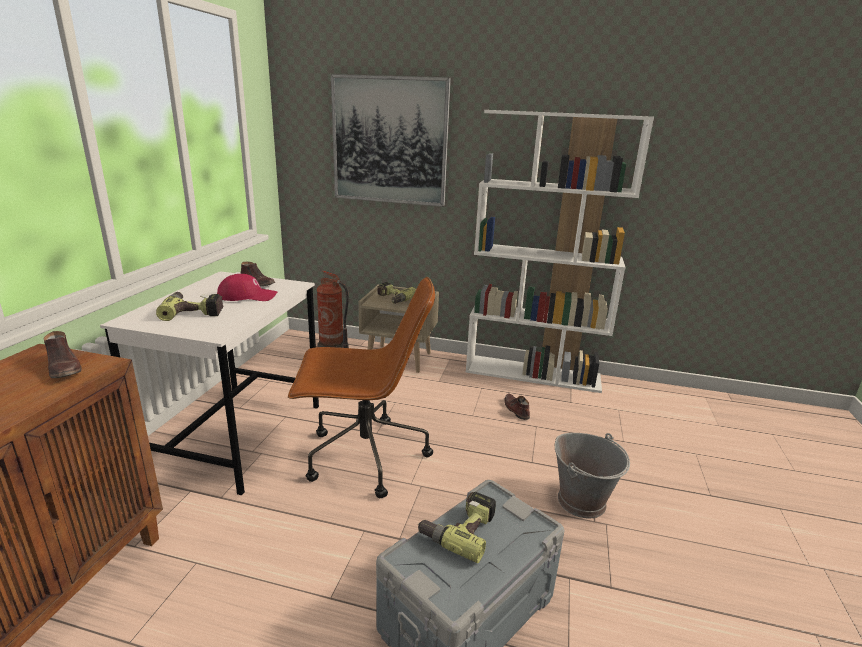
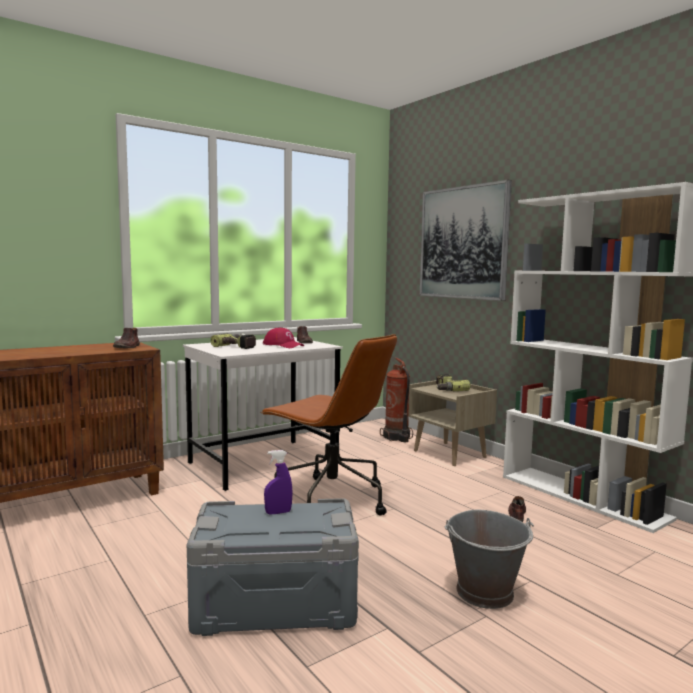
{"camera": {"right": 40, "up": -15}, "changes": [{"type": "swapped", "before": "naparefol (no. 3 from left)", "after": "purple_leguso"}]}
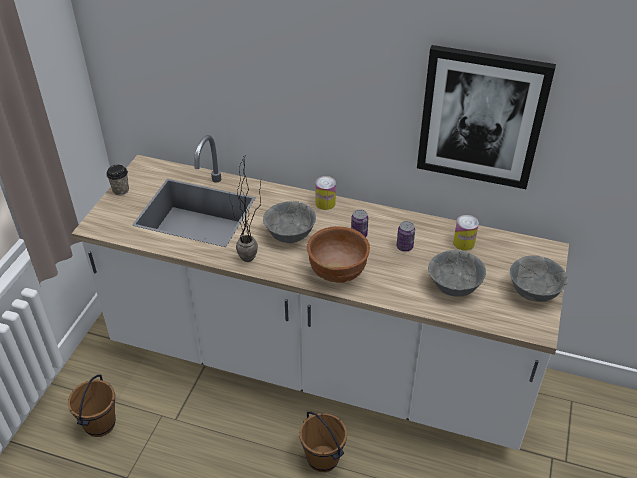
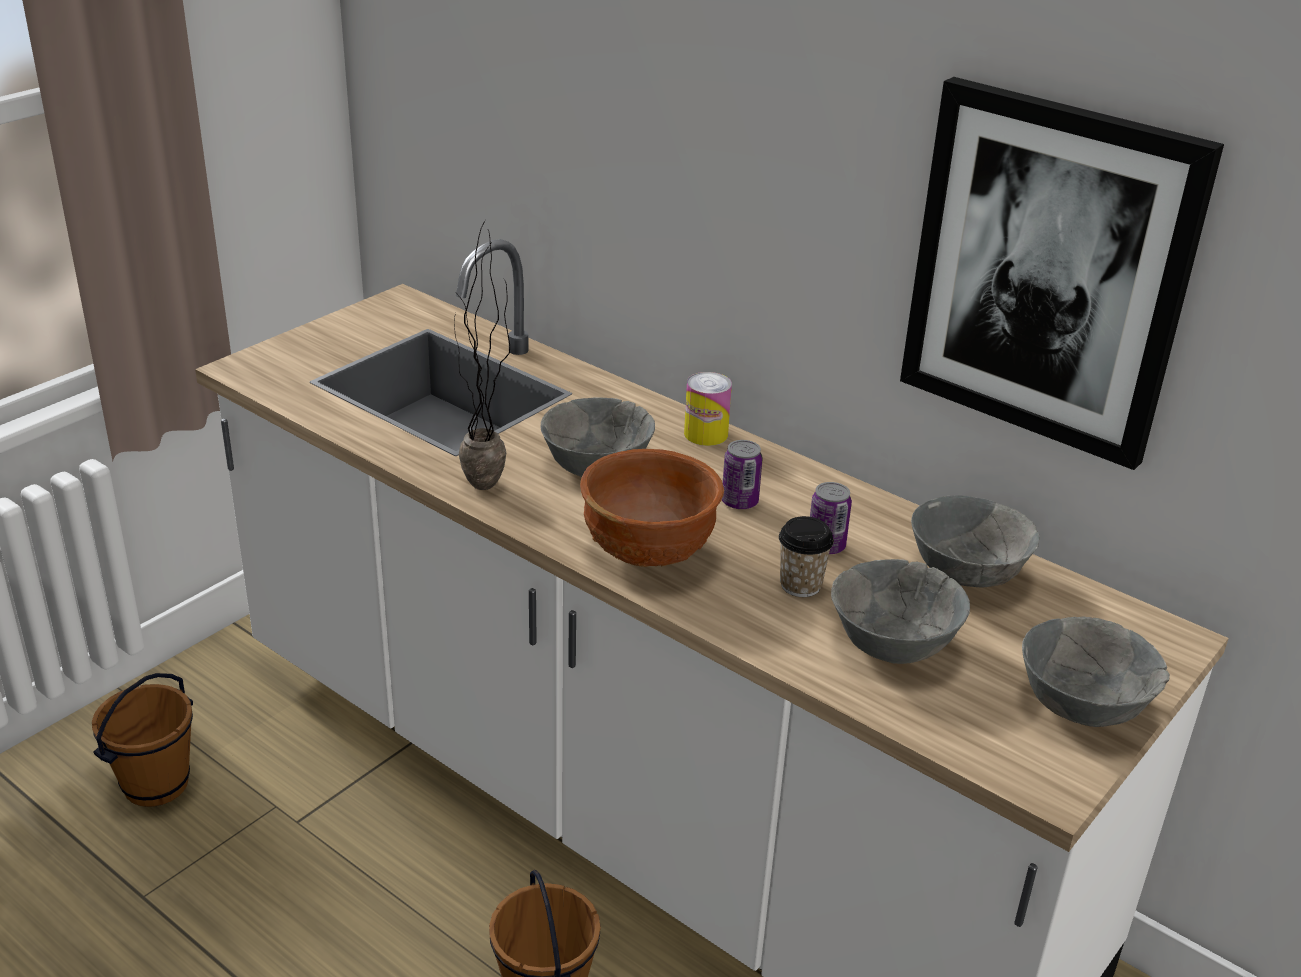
{"camera": {"right": 20, "up": -10}, "changes": [{"type": "shifted", "before": "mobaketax"}, {"type": "swapped", "before": "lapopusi (no. 4 from left)", "after": "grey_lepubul (no. 3 from left)"}]}
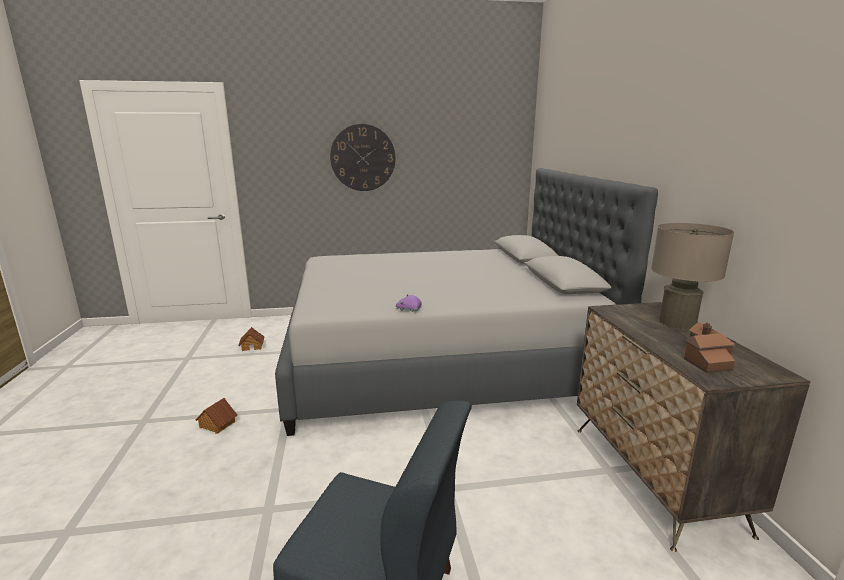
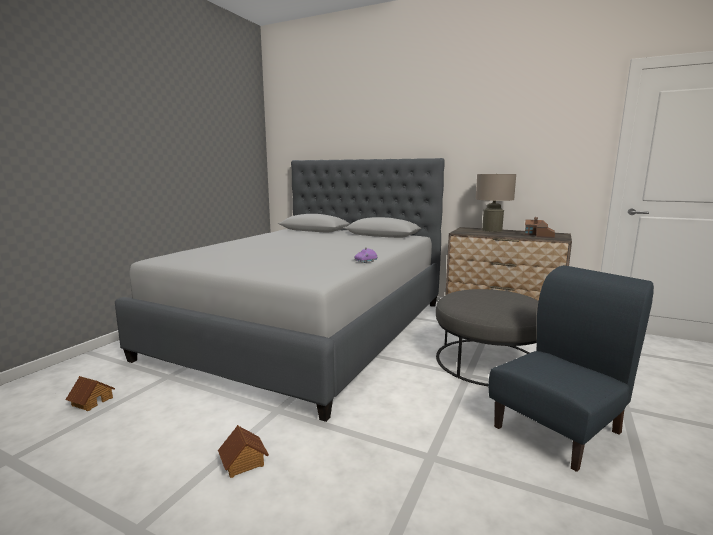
{"camera": {"right": -55, "up": -5}, "changes": [{"type": "new", "after": "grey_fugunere"}, {"type": "gone", "before": "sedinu"}]}
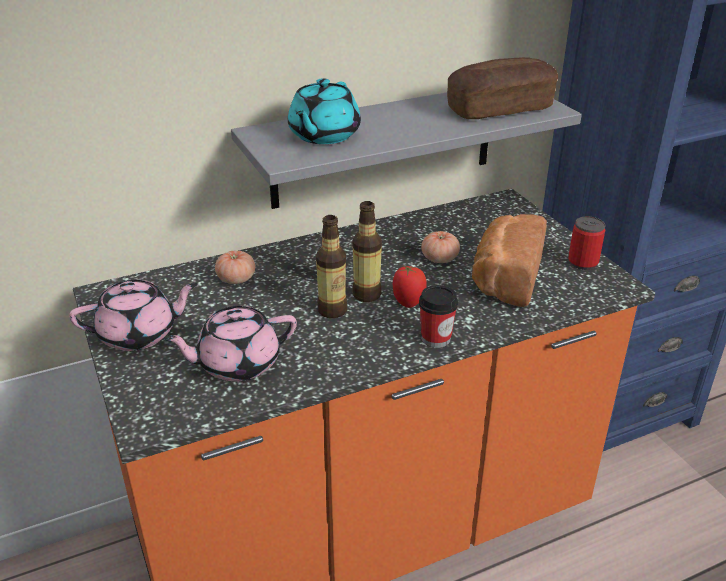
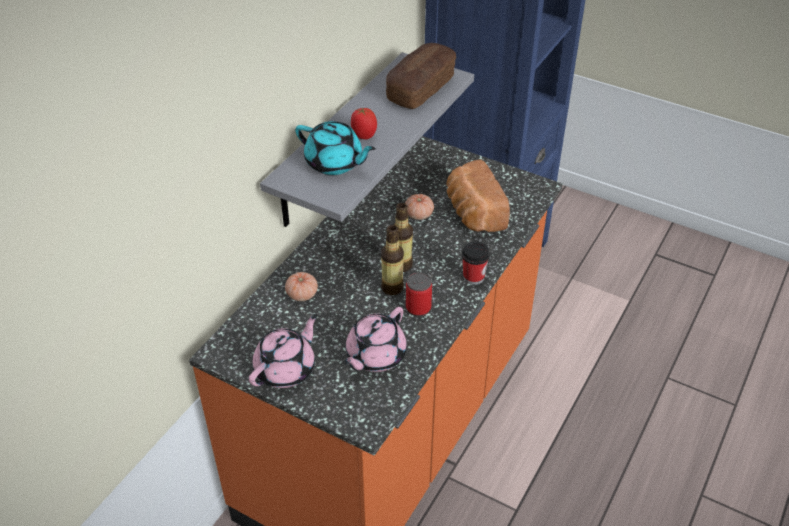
{"camera": {"right": -35, "up": 10}, "changes": [{"type": "rotated", "before": "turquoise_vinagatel", "turn": -45}, {"type": "shifted", "before": "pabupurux (no. 2 from left)"}, {"type": "shifted", "before": "lapopusi"}]}
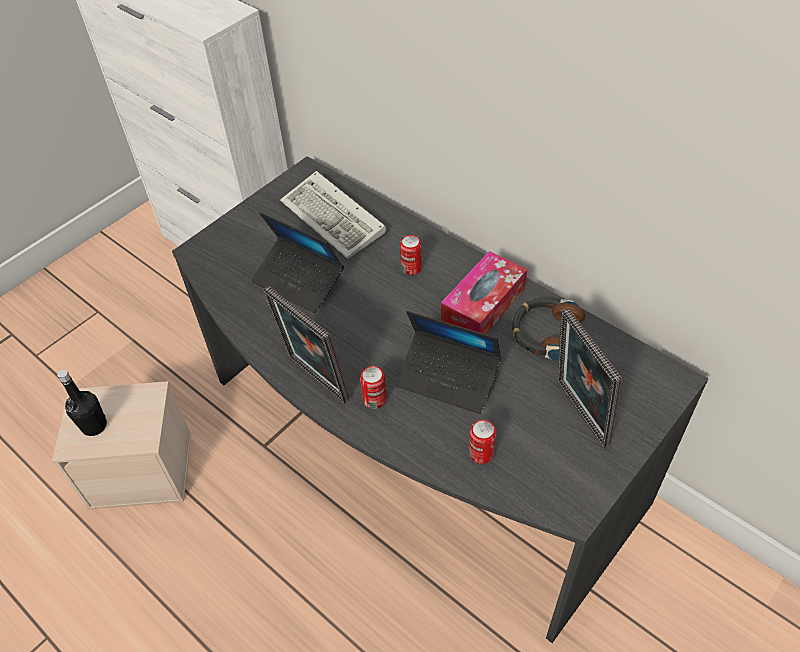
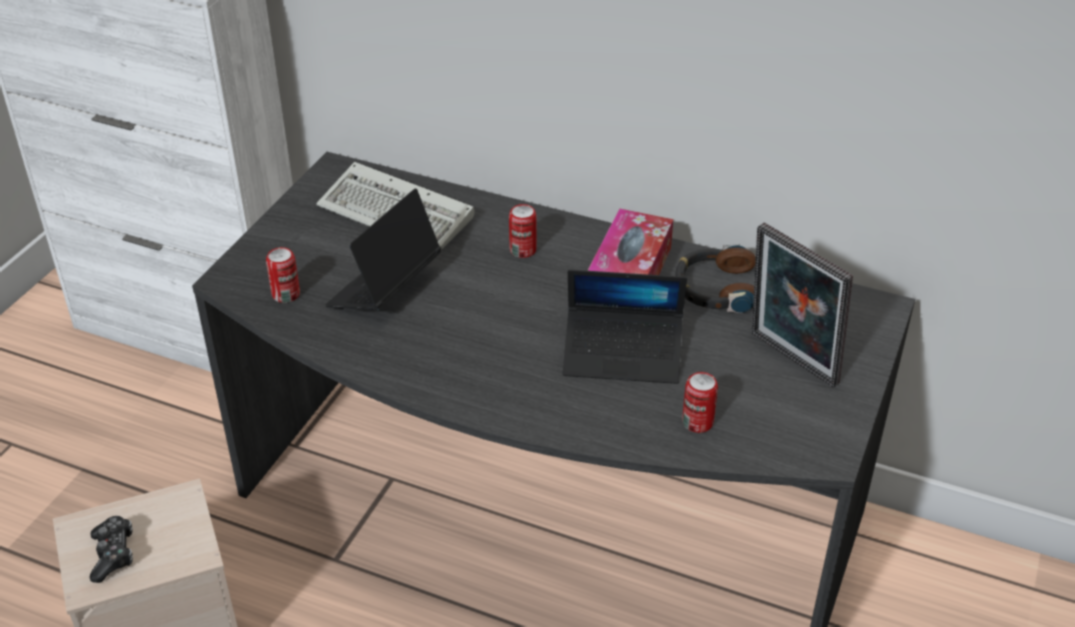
{"camera": {"right": -20, "up": -10}, "changes": [{"type": "swapped", "before": "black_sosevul", "after": "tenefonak"}, {"type": "shifted", "before": "lapopusi (no. 1 from left)"}, {"type": "rotated", "before": "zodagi (no. 1 from left)", "turn": 105}, {"type": "gone", "before": "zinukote (no. 1 from left)"}]}
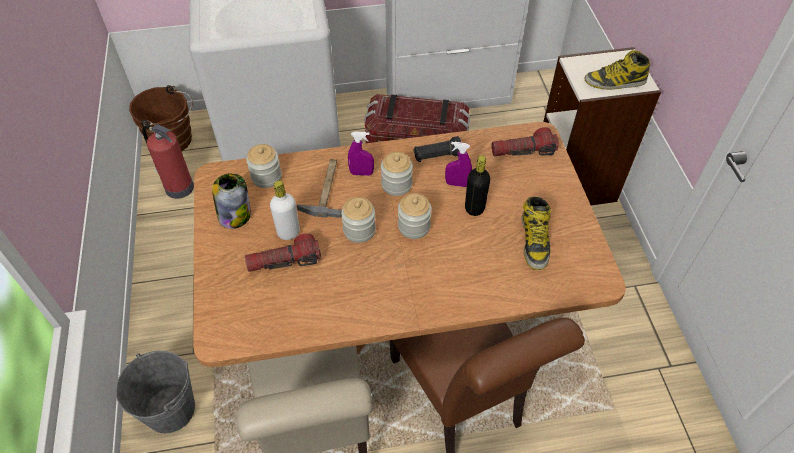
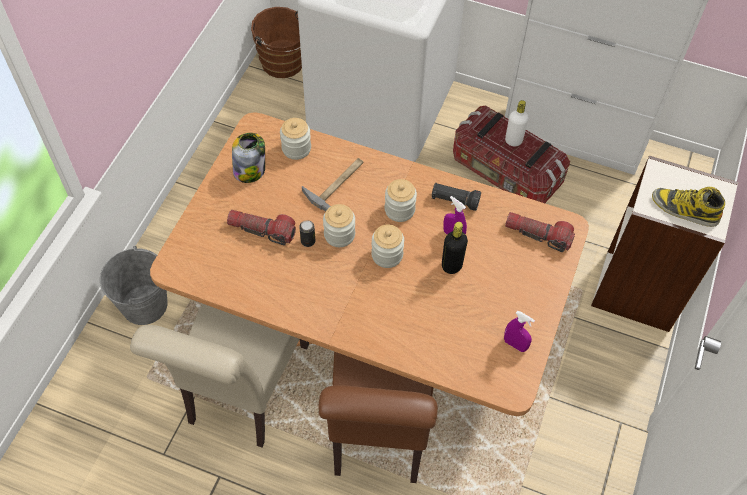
{"camera": {"right": 30, "up": 5}, "changes": [{"type": "new", "after": "lapopusi"}, {"type": "shifted", "before": "purple_leguso (no. 1 from left in the first image)", "after": "purple_leguso (no. 2 from left)"}, {"type": "shifted", "before": "white_sosevul"}, {"type": "gone", "before": "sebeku"}, {"type": "gone", "before": "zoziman (no. 1 from left)"}]}
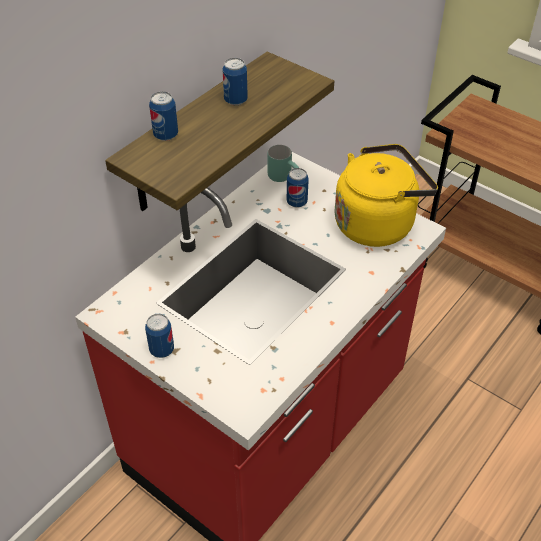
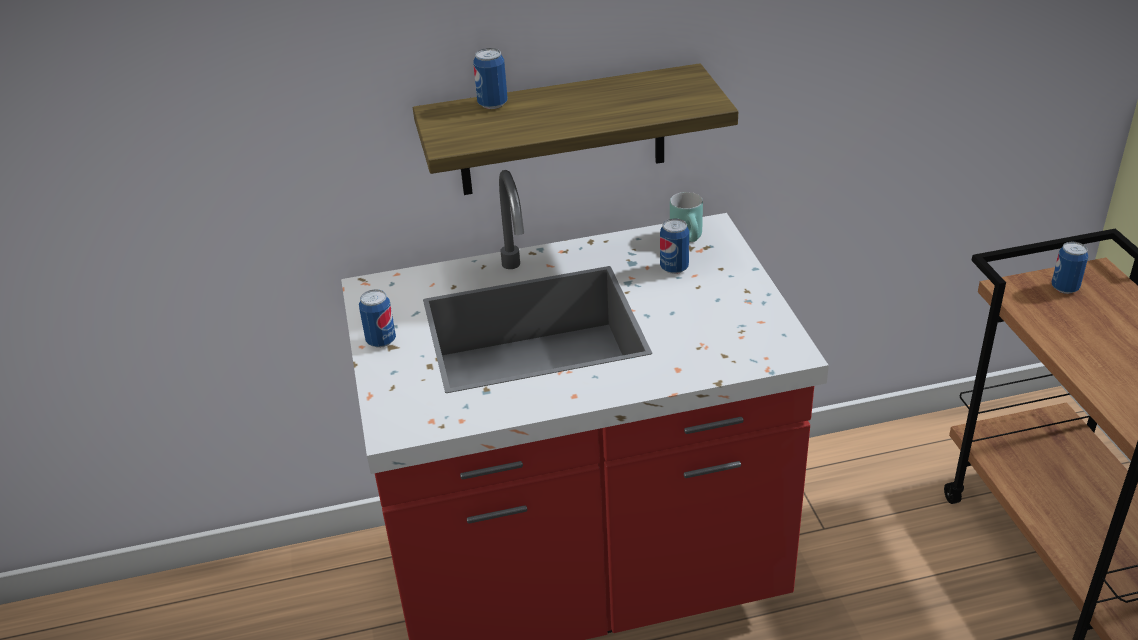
{"camera": {"right": 40, "up": -10}, "changes": [{"type": "shifted", "before": "lapopusi (no. 3 from left in the first image)", "after": "lapopusi (no. 4 from left)"}, {"type": "gone", "before": "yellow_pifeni"}]}
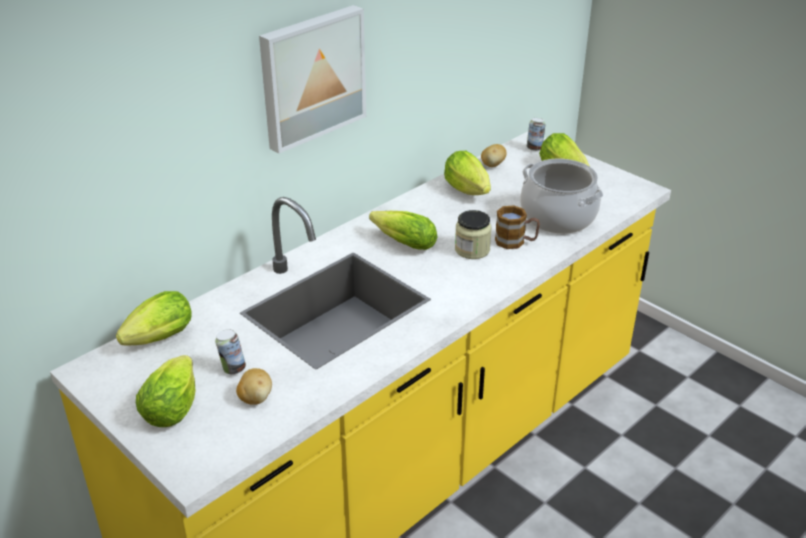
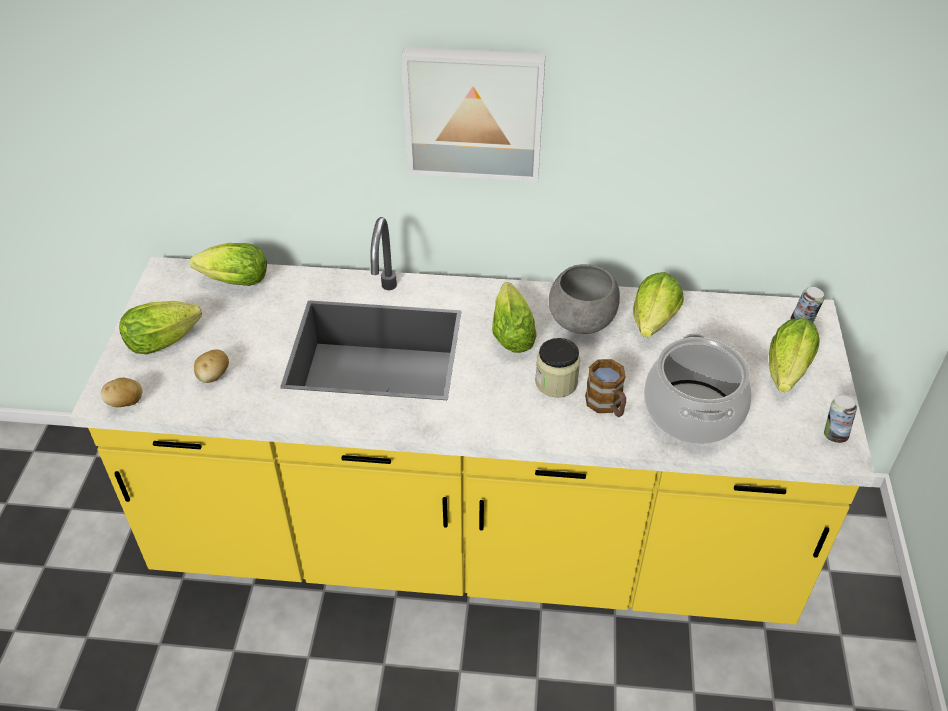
{"camera": {"right": 50, "up": 10}, "changes": [{"type": "shifted", "before": "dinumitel (no. 2 from left in the first image)", "after": "dinumitel (no. 1 from left)"}, {"type": "new", "after": "grey_lepubul"}, {"type": "shifted", "before": "lapopusi (no. 1 from left in the first image)", "after": "lapopusi (no. 2 from left)"}]}
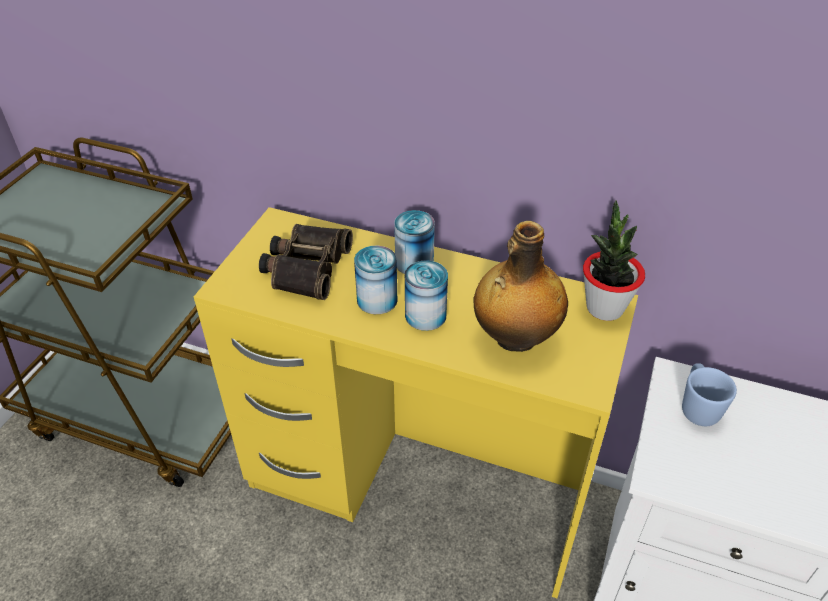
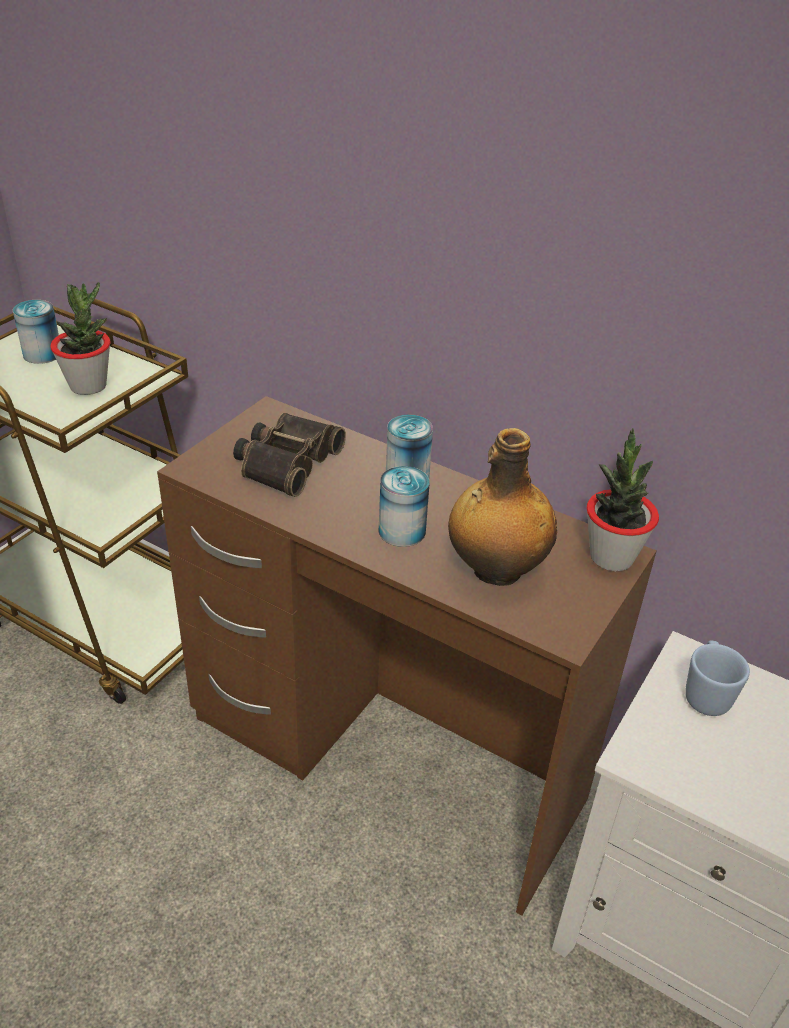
{"camera": {"right": 10, "up": -5}, "changes": [{"type": "shifted", "before": "lapopusi (no. 1 from left)"}, {"type": "new", "after": "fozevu (no. 1 from left)"}, {"type": "repainted", "before": "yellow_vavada", "after": "brown_vavada"}]}
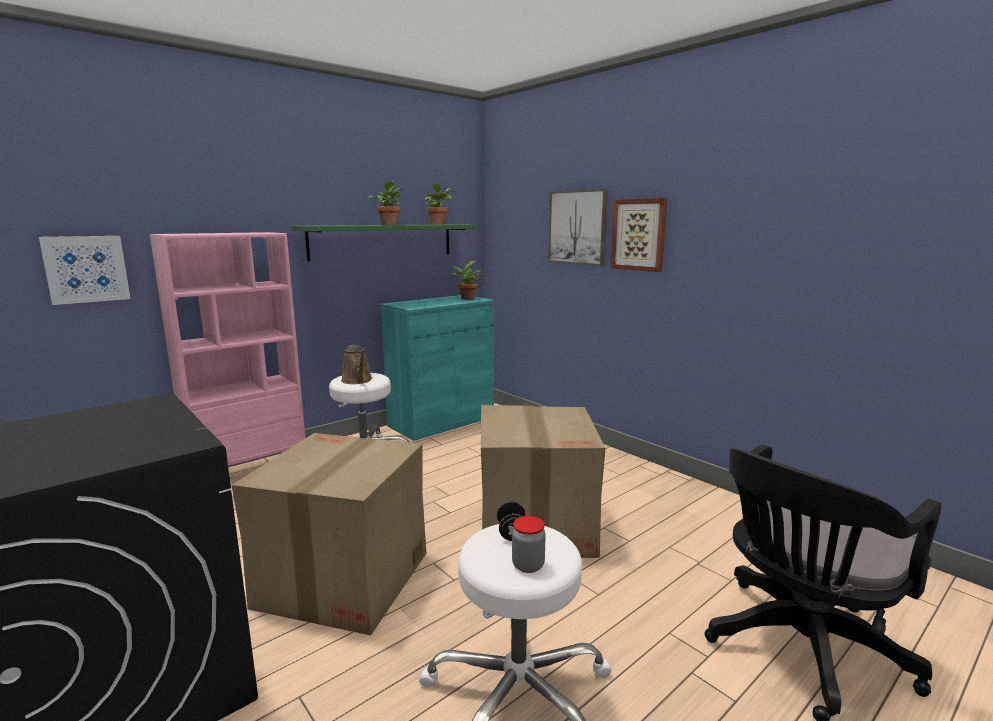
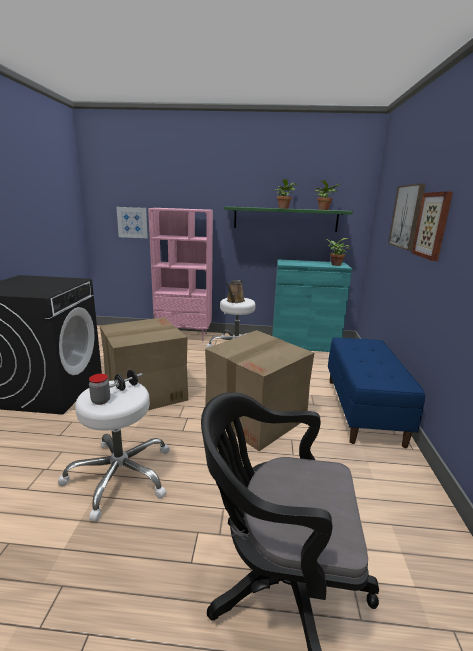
{"camera": {"right": 45, "up": 5}, "changes": [{"type": "new", "after": "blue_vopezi"}]}
